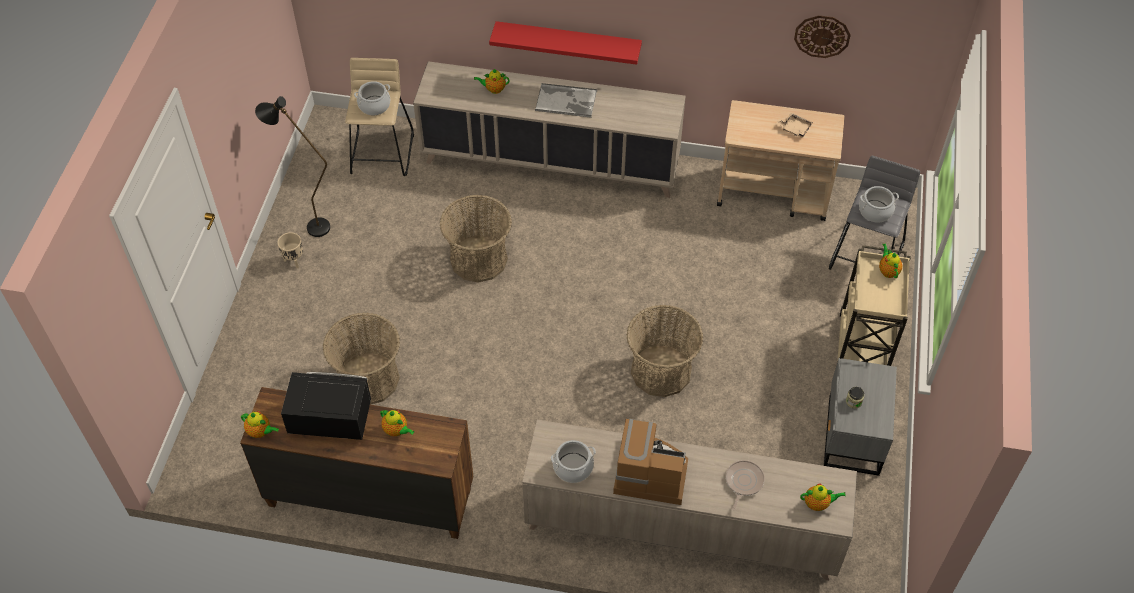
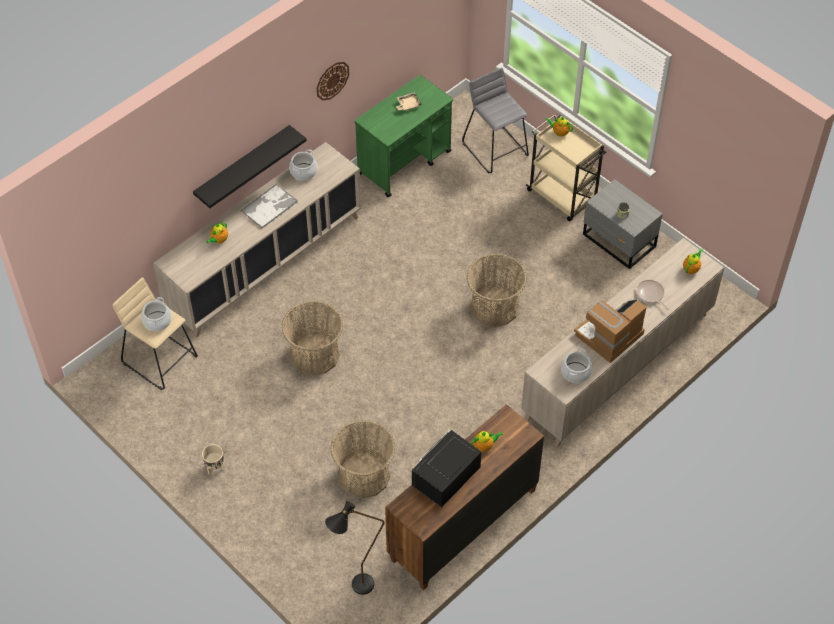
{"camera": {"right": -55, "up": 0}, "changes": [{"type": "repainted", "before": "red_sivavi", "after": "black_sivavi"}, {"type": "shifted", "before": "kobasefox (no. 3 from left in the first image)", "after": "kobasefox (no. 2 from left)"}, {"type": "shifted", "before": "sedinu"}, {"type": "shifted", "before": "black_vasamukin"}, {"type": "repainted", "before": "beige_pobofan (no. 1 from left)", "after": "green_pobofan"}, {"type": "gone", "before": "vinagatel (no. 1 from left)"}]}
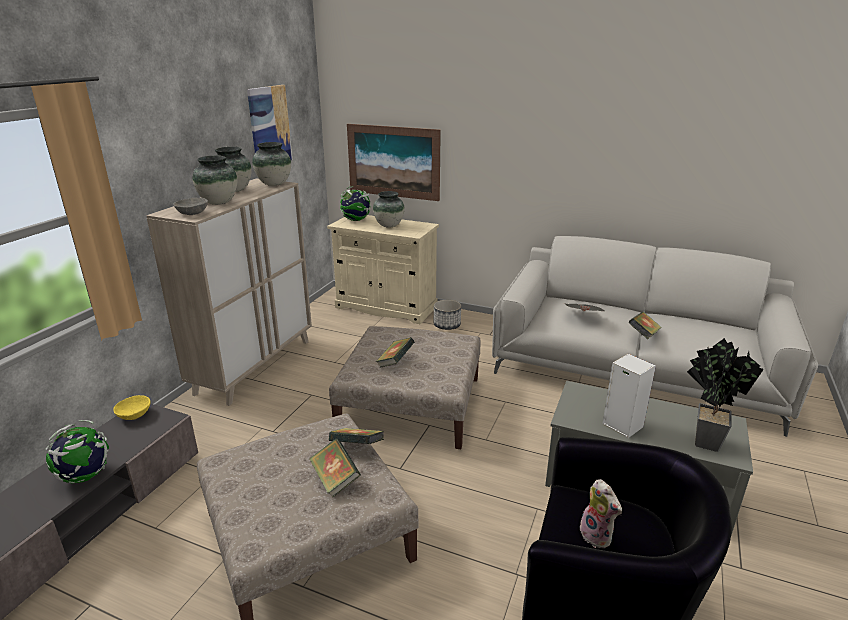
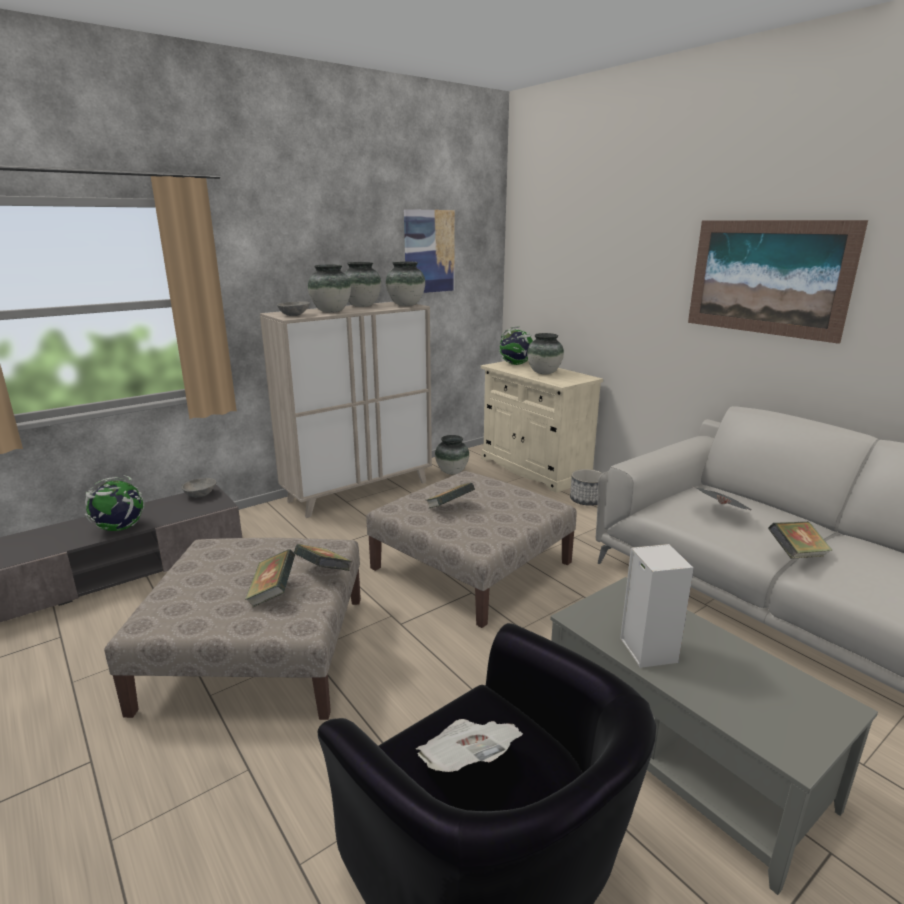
{"camera": {"right": 30, "up": -5}, "changes": [{"type": "repainted", "before": "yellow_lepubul", "after": "grey_lepubul (no. 1 from left)"}, {"type": "swapped", "before": "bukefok", "after": "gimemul (no. 1 from left)"}, {"type": "new", "after": "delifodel (no. 4 from left)"}, {"type": "shifted", "before": "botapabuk (no. 2 from left)"}, {"type": "gone", "before": "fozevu"}]}
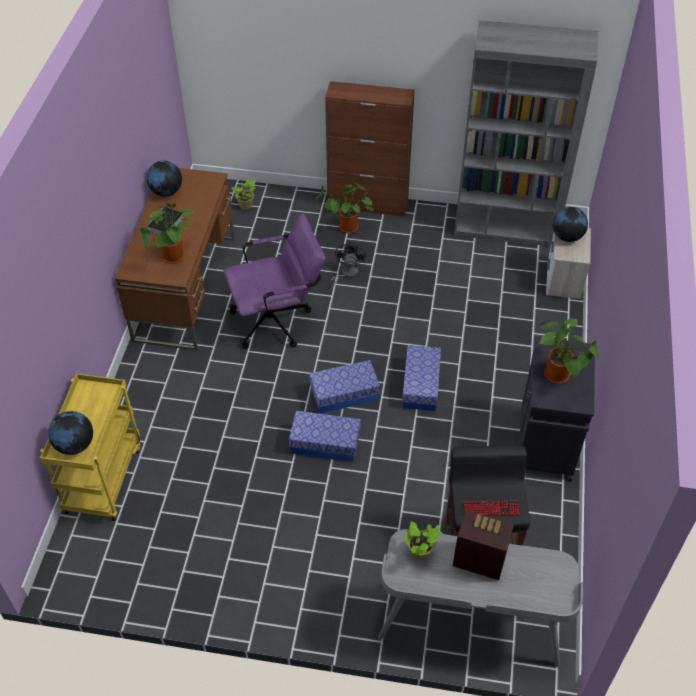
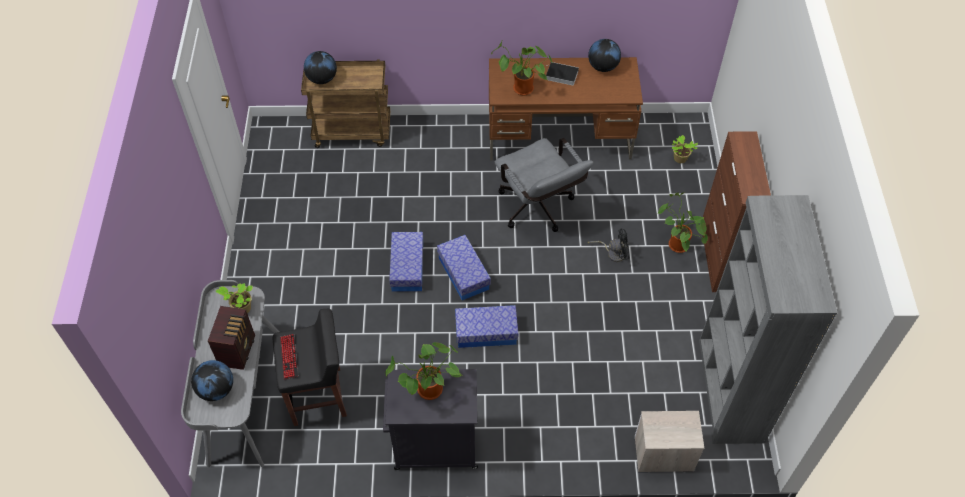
{"camera": {"right": 80, "up": 5}, "changes": [{"type": "shifted", "before": "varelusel (no. 3 from left in the first image)", "after": "varelusel (no. 1 from left)"}, {"type": "repainted", "before": "yellow_pobofan", "after": "brown_pobofan"}, {"type": "repainted", "before": "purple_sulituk", "after": "grey_sulituk"}]}
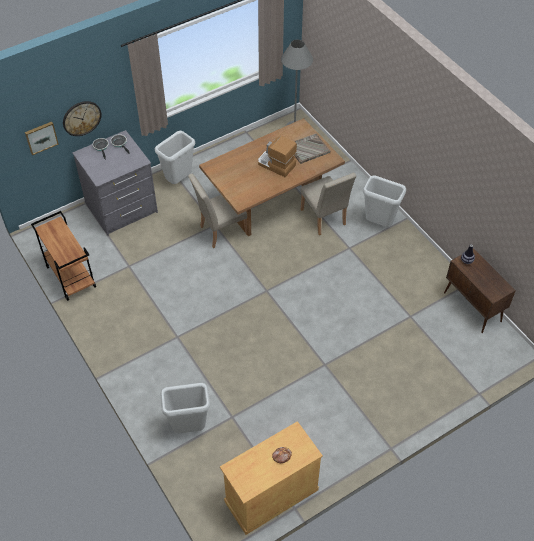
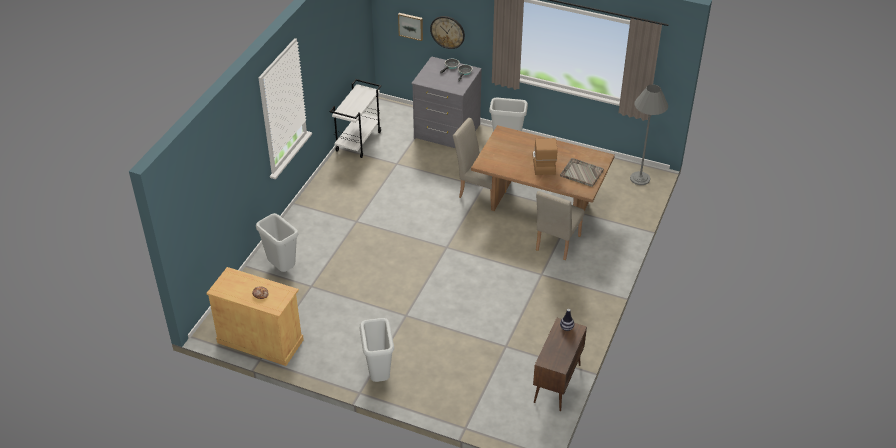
{"camera": {"right": 55, "up": -10}, "changes": [{"type": "repainted", "before": "brown_pobofan", "after": "white_pobofan"}, {"type": "shifted", "before": "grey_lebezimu (no. 3 from left in the first image)", "after": "grey_lebezimu (no. 2 from left)"}]}
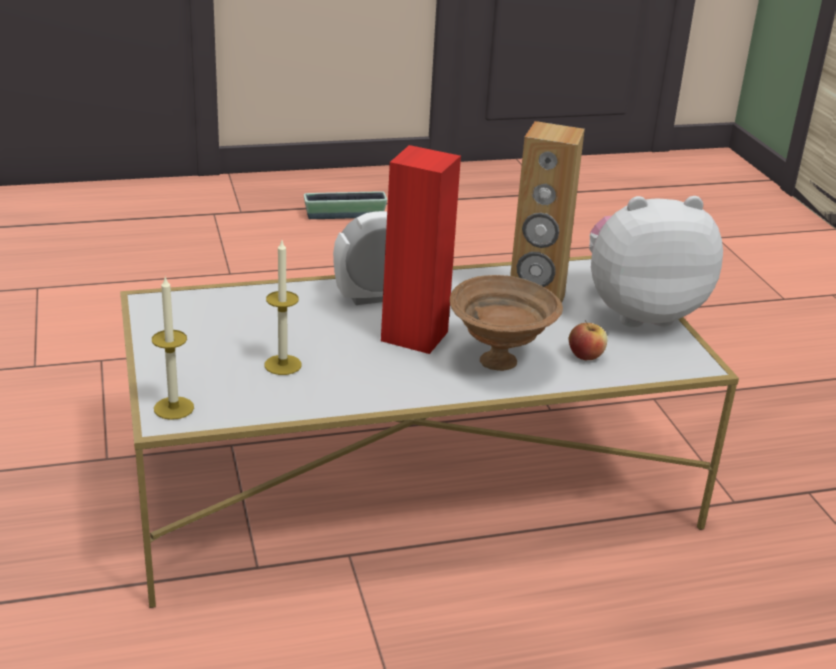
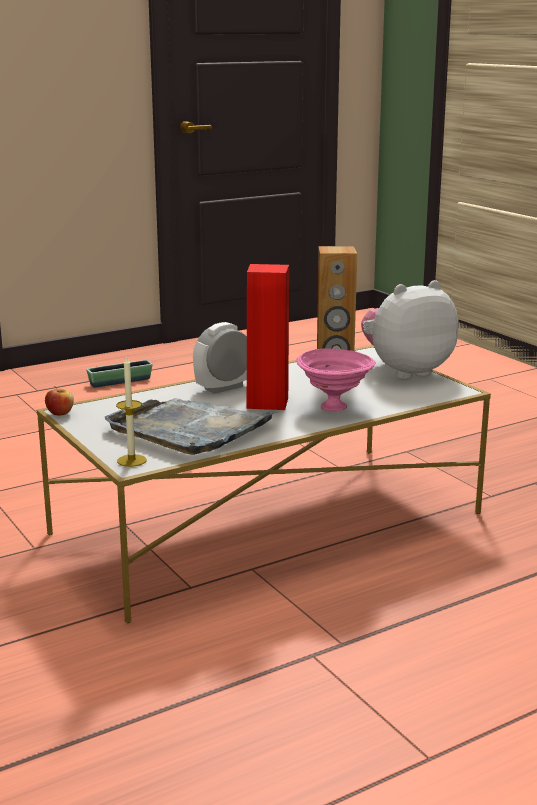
{"camera": {"right": -15, "up": -10}, "changes": [{"type": "shifted", "before": "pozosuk"}, {"type": "swapped", "before": "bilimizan (no. 2 from left)", "after": "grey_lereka"}, {"type": "repainted", "before": "brown_lepubul", "after": "pink_lepubul"}]}
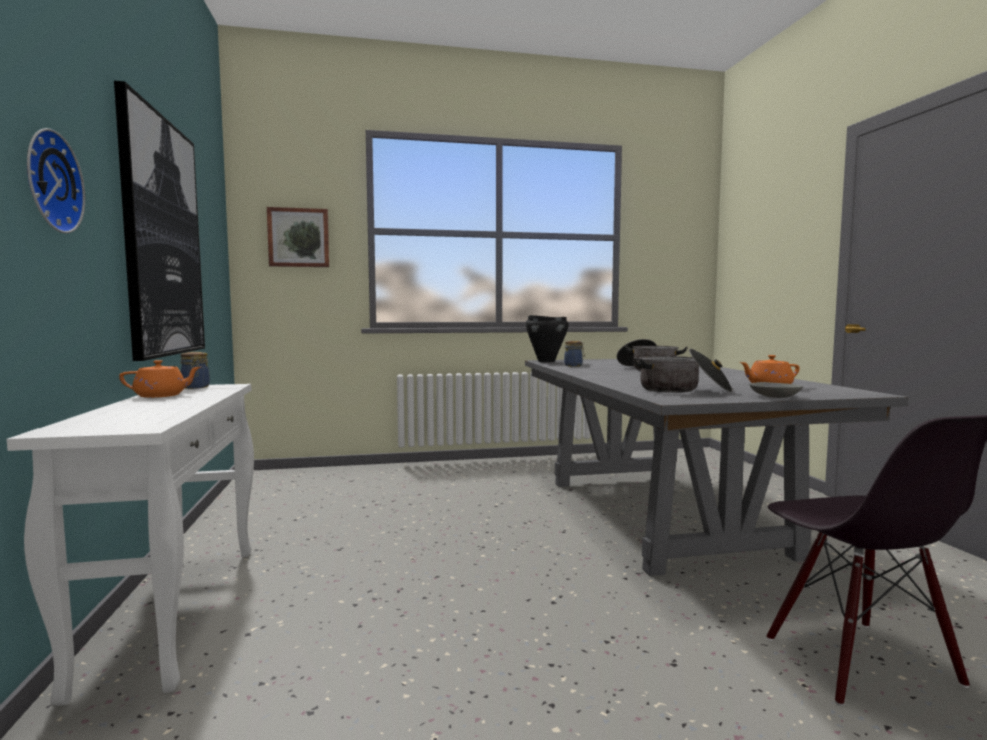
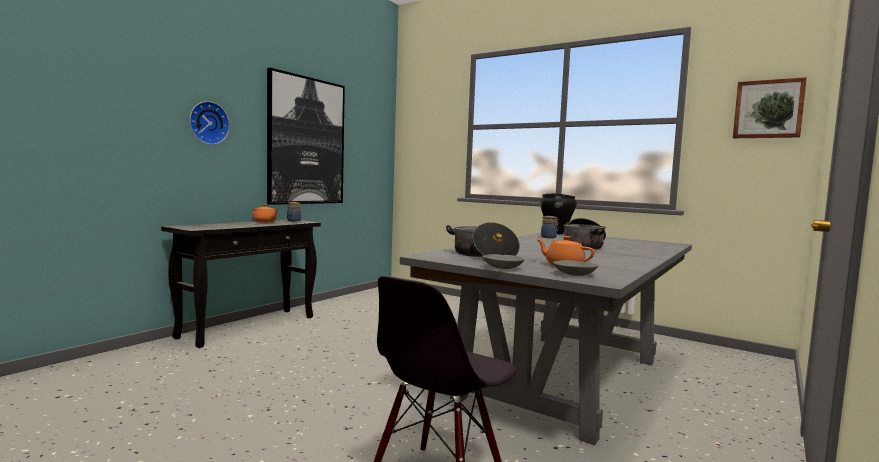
{"camera": {"right": 45, "up": 0}, "changes": [{"type": "repainted", "before": "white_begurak", "after": "black_begurak"}, {"type": "new", "after": "grey_lepubul (no. 2 from left)"}, {"type": "shifted", "before": "botapabuk (no. 2 from left)"}]}
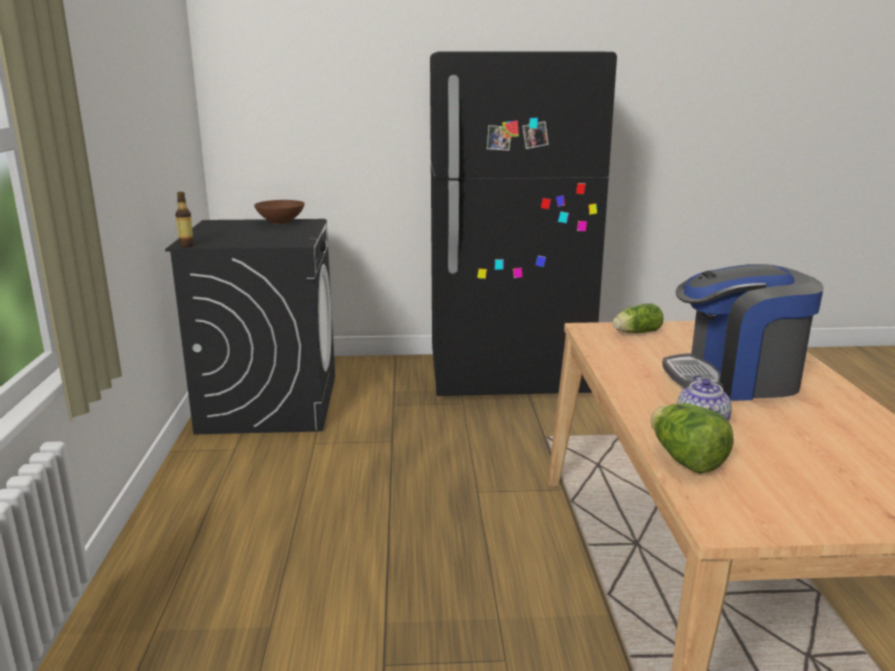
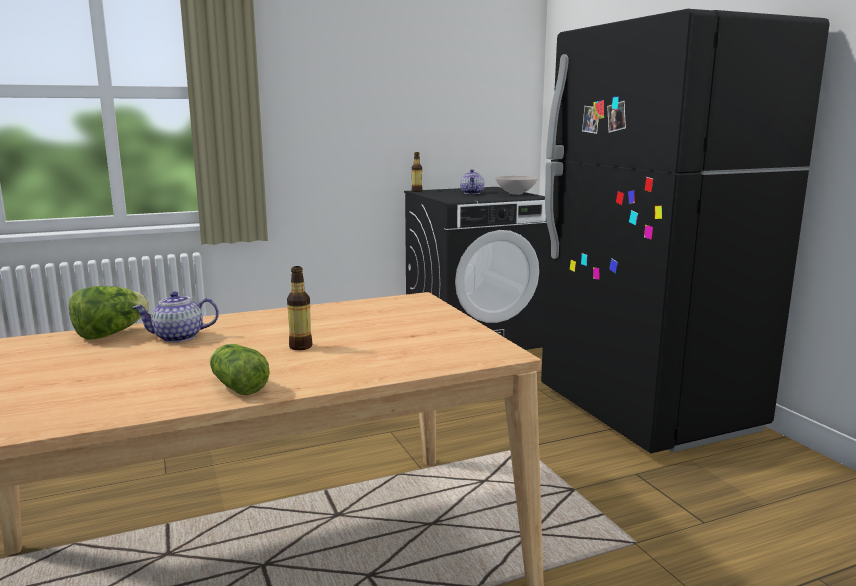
{"camera": {"right": 70, "up": -5}, "changes": [{"type": "shifted", "before": "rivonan (no. 1 from left in the first image)", "after": "rivonan (no. 2 from left)"}, {"type": "swapped", "before": "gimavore", "after": "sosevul (no. 1 from left)"}, {"type": "new", "after": "vinagatel (no. 2 from left)"}, {"type": "repainted", "before": "brown_lepubul", "after": "white_lepubul"}]}
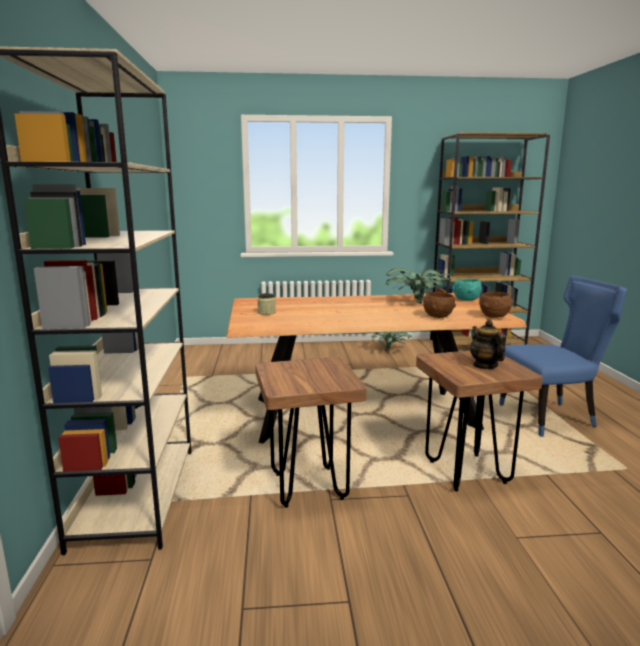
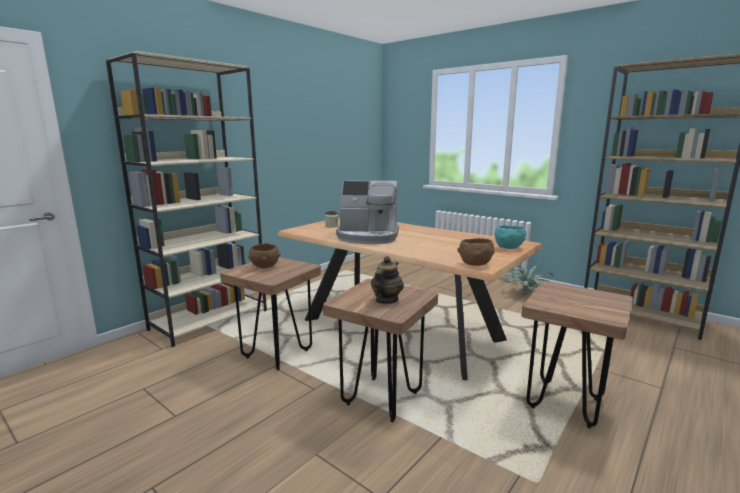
{"camera": {"right": 45, "up": 0}, "changes": [{"type": "shifted", "before": "brown_lepubul (no. 1 from left)"}, {"type": "new", "after": "gimavore"}, {"type": "swapped", "before": "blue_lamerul", "after": "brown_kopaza (no. 3 from left)"}, {"type": "gone", "before": "fozevu (no. 2 from left)"}]}
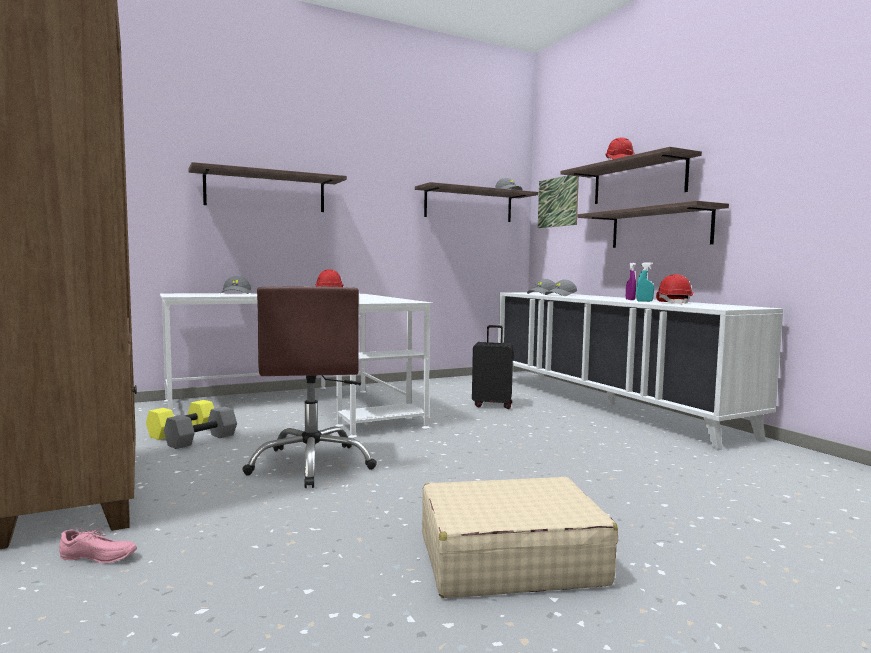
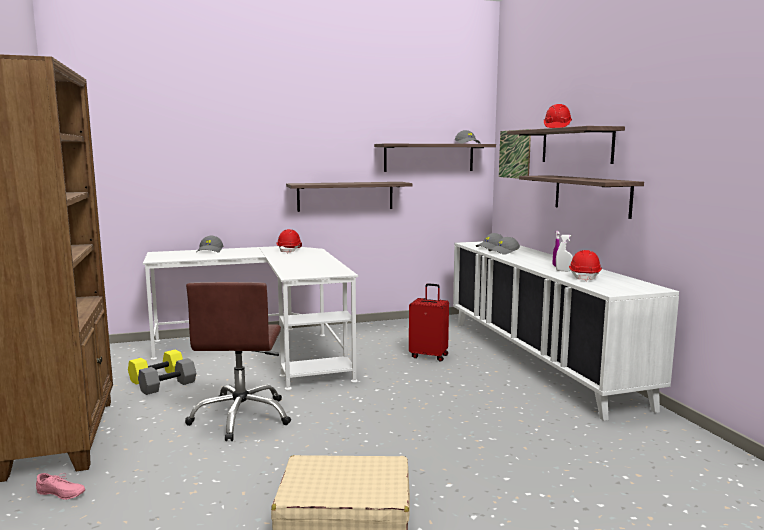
{"camera": {"right": 10, "up": 5}, "changes": [{"type": "shifted", "before": "sivavi (no. 1 from left)"}, {"type": "repainted", "before": "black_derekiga", "after": "red_derekiga"}, {"type": "repainted", "before": "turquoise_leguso", "after": "white_leguso"}]}
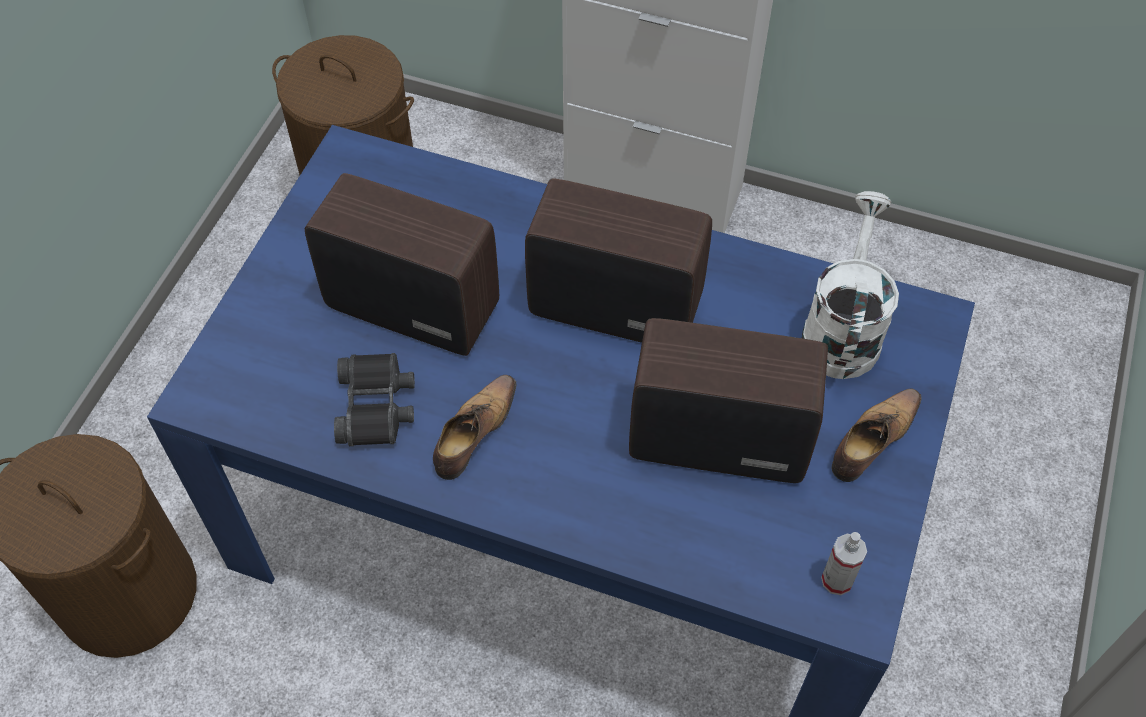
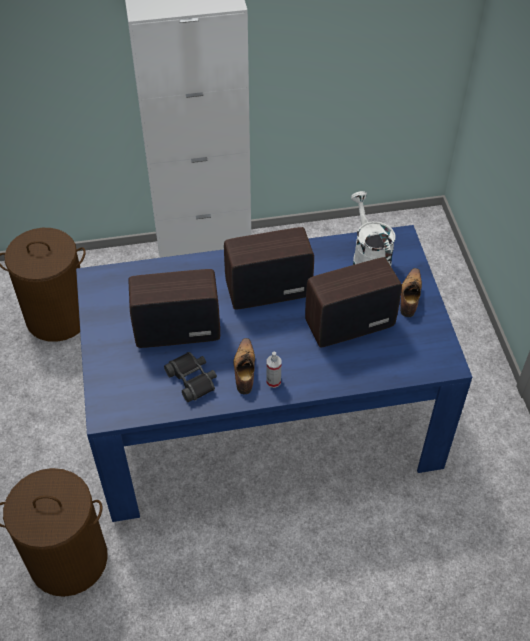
{"camera": {"right": -30, "up": -5}, "changes": [{"type": "shifted", "before": "leguso"}]}
